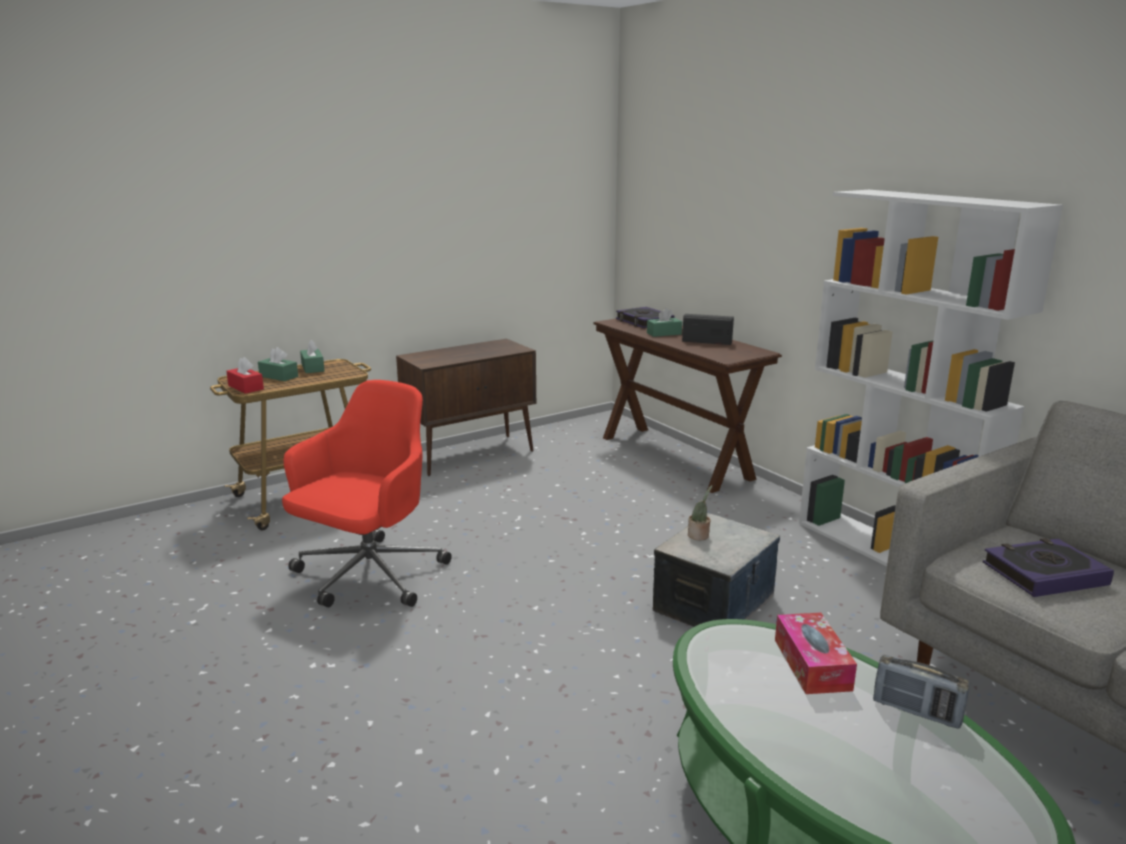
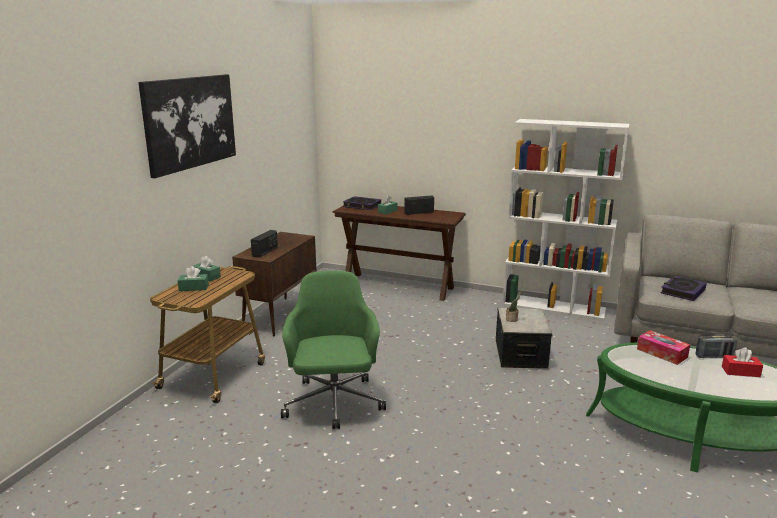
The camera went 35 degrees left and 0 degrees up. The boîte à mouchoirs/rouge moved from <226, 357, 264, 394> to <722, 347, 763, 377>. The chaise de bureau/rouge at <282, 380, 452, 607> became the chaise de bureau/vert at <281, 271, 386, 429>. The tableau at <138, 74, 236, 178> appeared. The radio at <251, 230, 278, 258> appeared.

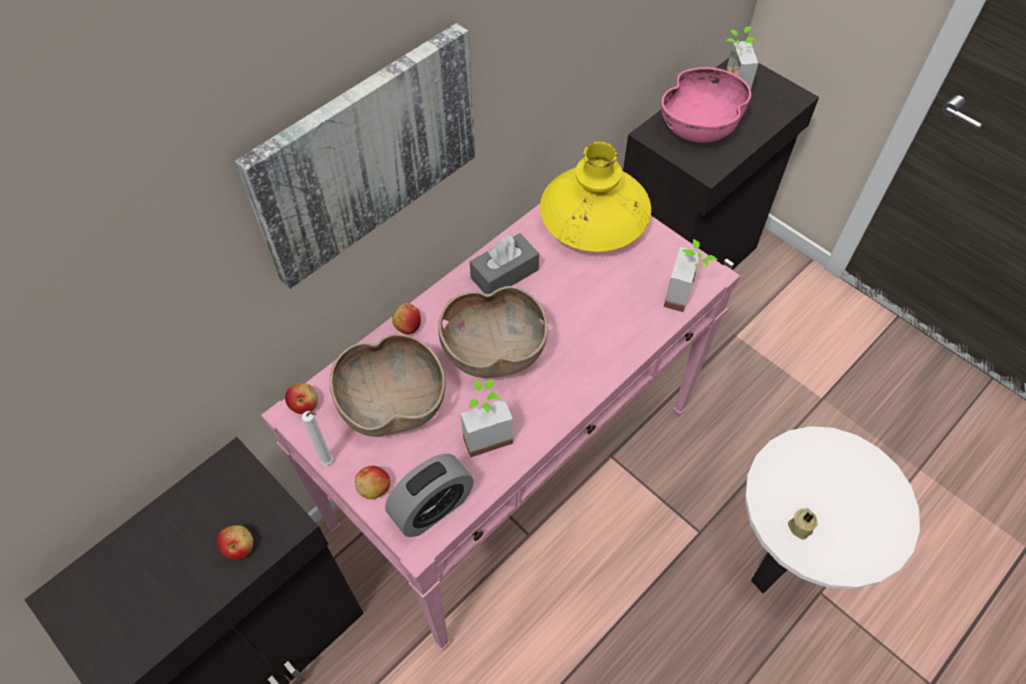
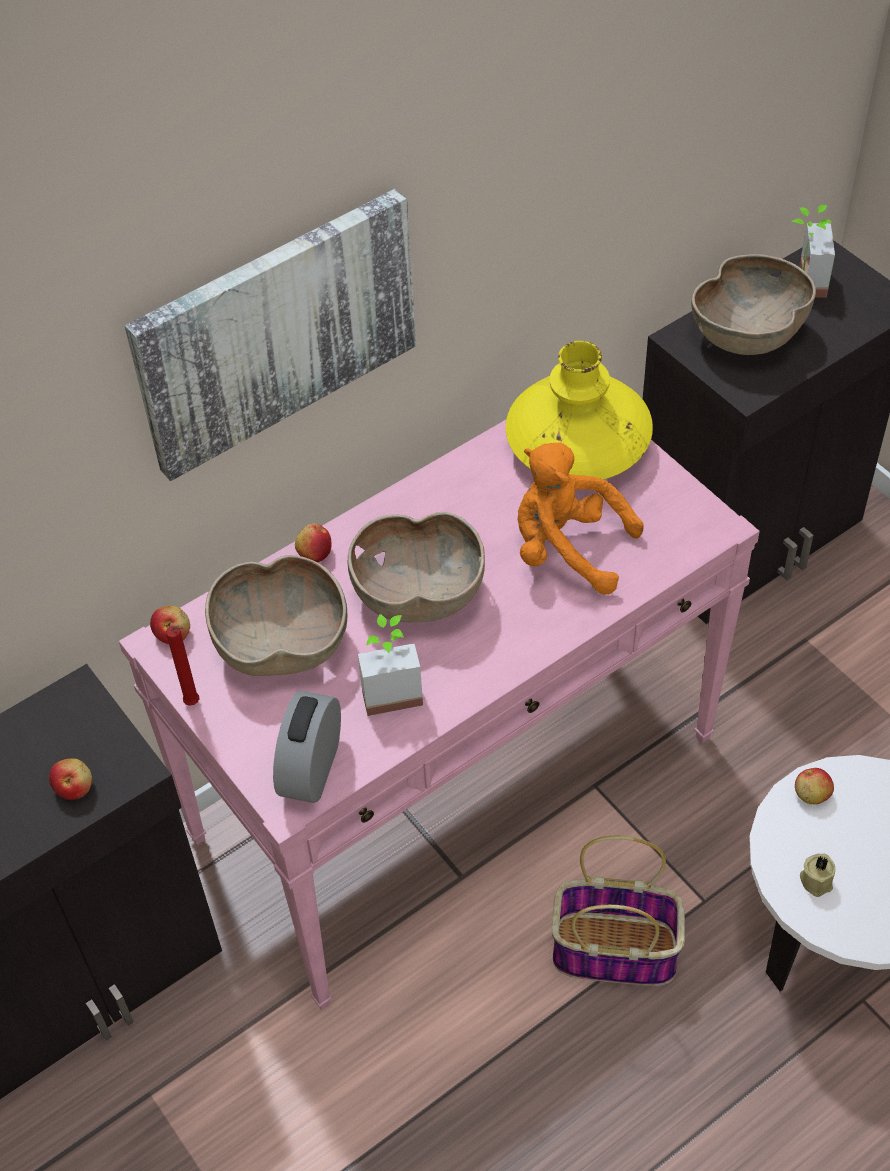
The camera went 10 degrees right and 5 degrees down. The bougie/blanc at <302, 411, 333, 465> became the bougie/rouge at <166, 625, 199, 706>. The pomme moved from <355, 466, 390, 499> to <795, 768, 834, 804>. The réveil at <385, 454, 474, 537> turned 135 degrees clockwise. The boîte à mouchoirs/gris at <470, 233, 539, 294> disappeared. The bol/rose at <661, 67, 751, 143> became the bol/marron at <691, 254, 816, 355>. The plante en pot at <664, 239, 718, 312> disappeared. The peluche/orange at <518, 443, 644, 595> appeared. The panier at <551, 836, 685, 986> appeared.

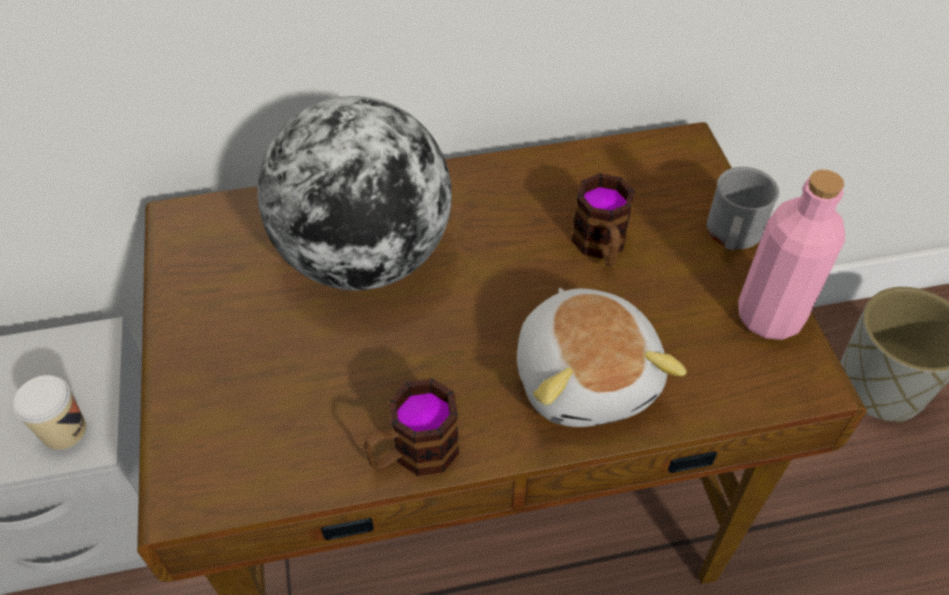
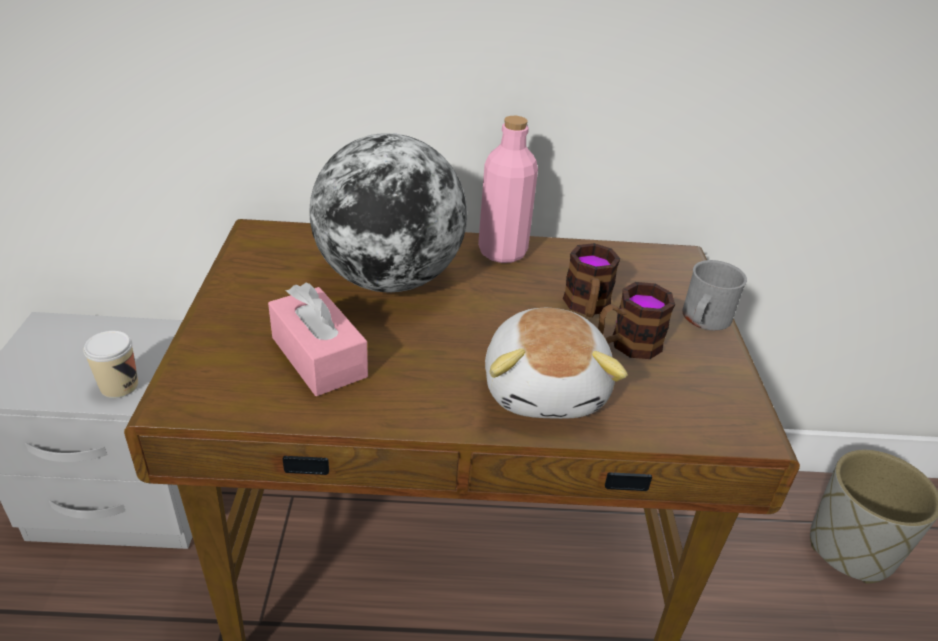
The camera went 10 degrees right and 15 degrees down. The mug moved from <364, 378, 459, 476> to <598, 282, 675, 359>. The bouteille/rose moved from <738, 169, 845, 340> to <478, 116, 538, 263>. The boîte à mouchoirs/rose at <268, 283, 368, 396> appeared.

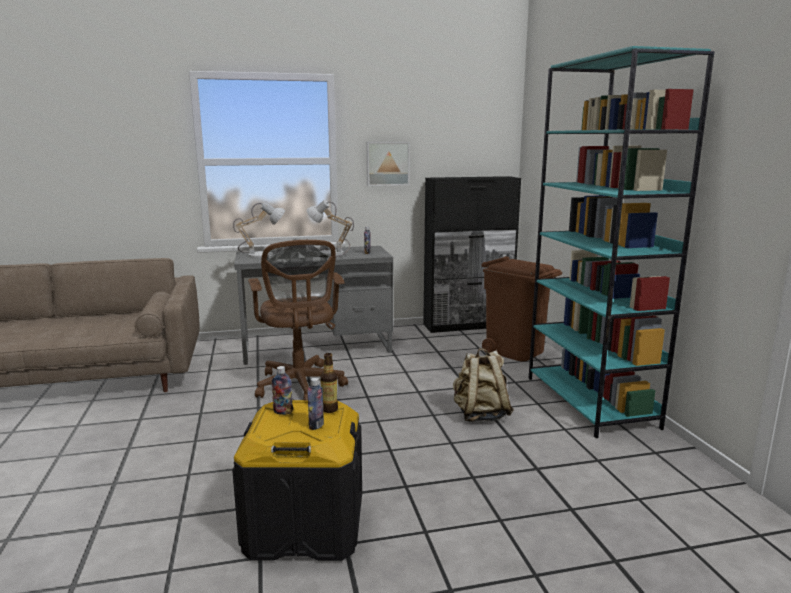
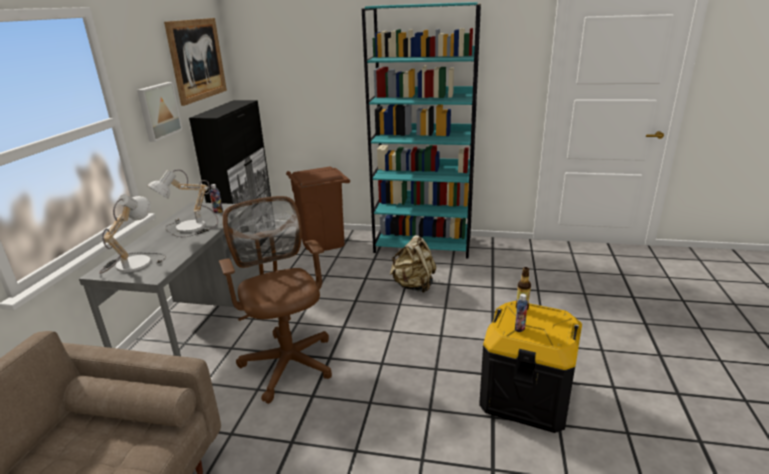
The camera went 65 degrees left and 10 degrees up. The chaise de bureau/marron at <248, 240, 348, 400> turned 120 degrees counterclockwise. The bouteille at <308, 378, 324, 430> disappeared. The tableau at <164, 18, 227, 106> appeared.

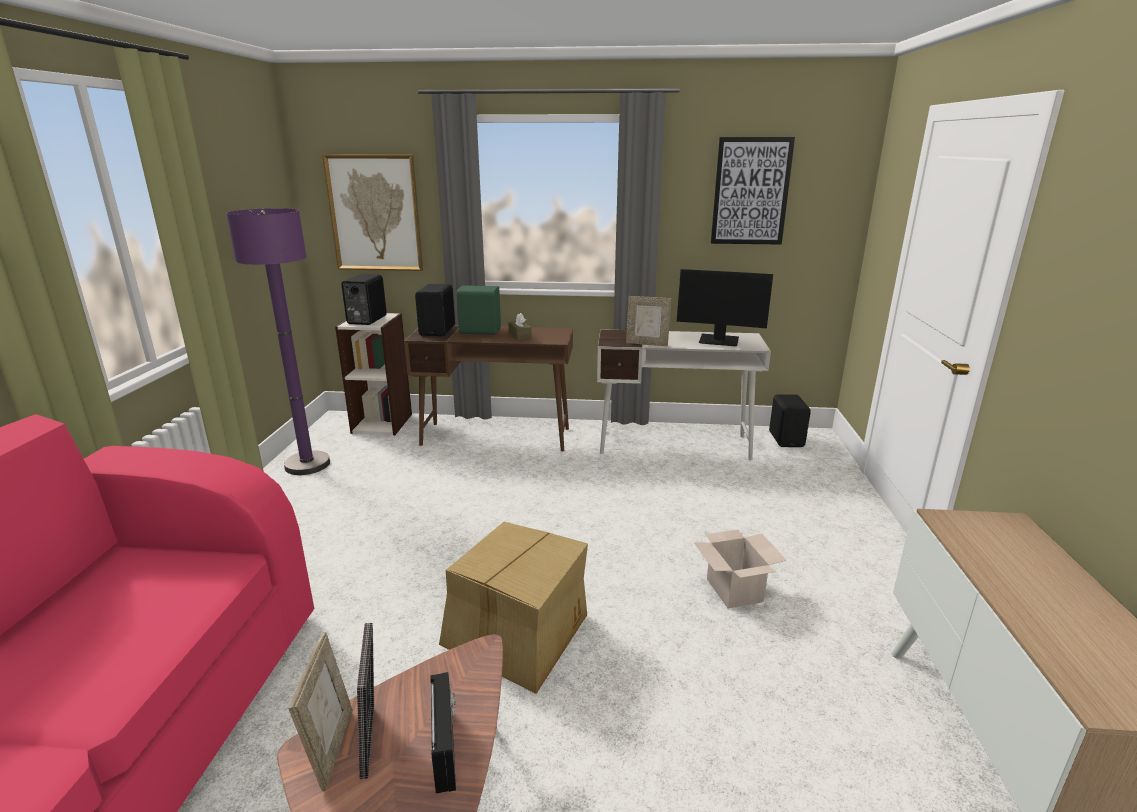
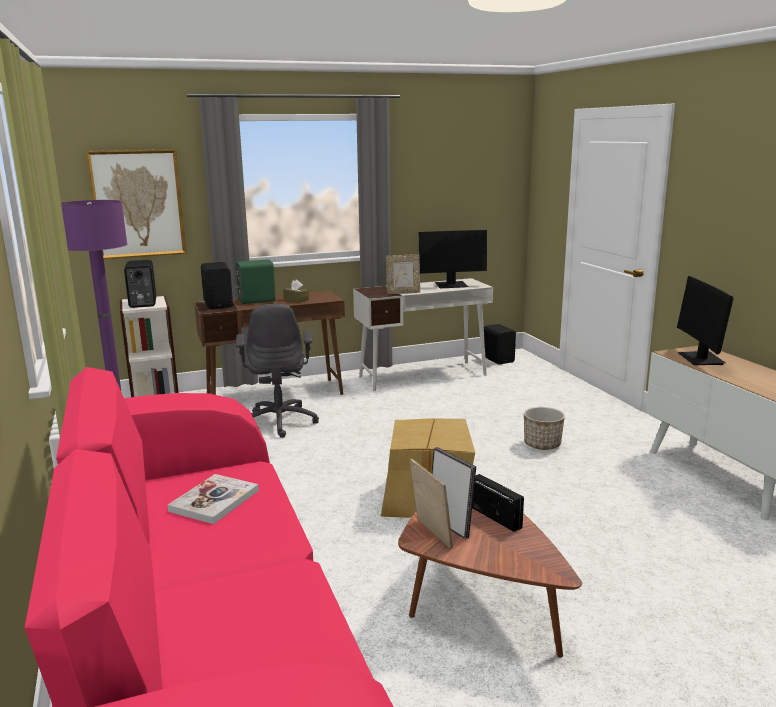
The camera went 25 degrees left and 5 degrees down. The carton at <694, 529, 787, 608> was replaced by the cache-pot at <524, 407, 565, 450>. The tableau at <711, 137, 795, 245> disappeared. The livre at <168, 474, 259, 524> appeared. The chaise de bureau/gris at <236, 304, 319, 438> appeared. The écran d'ordinateur at <677, 276, 734, 365> appeared.

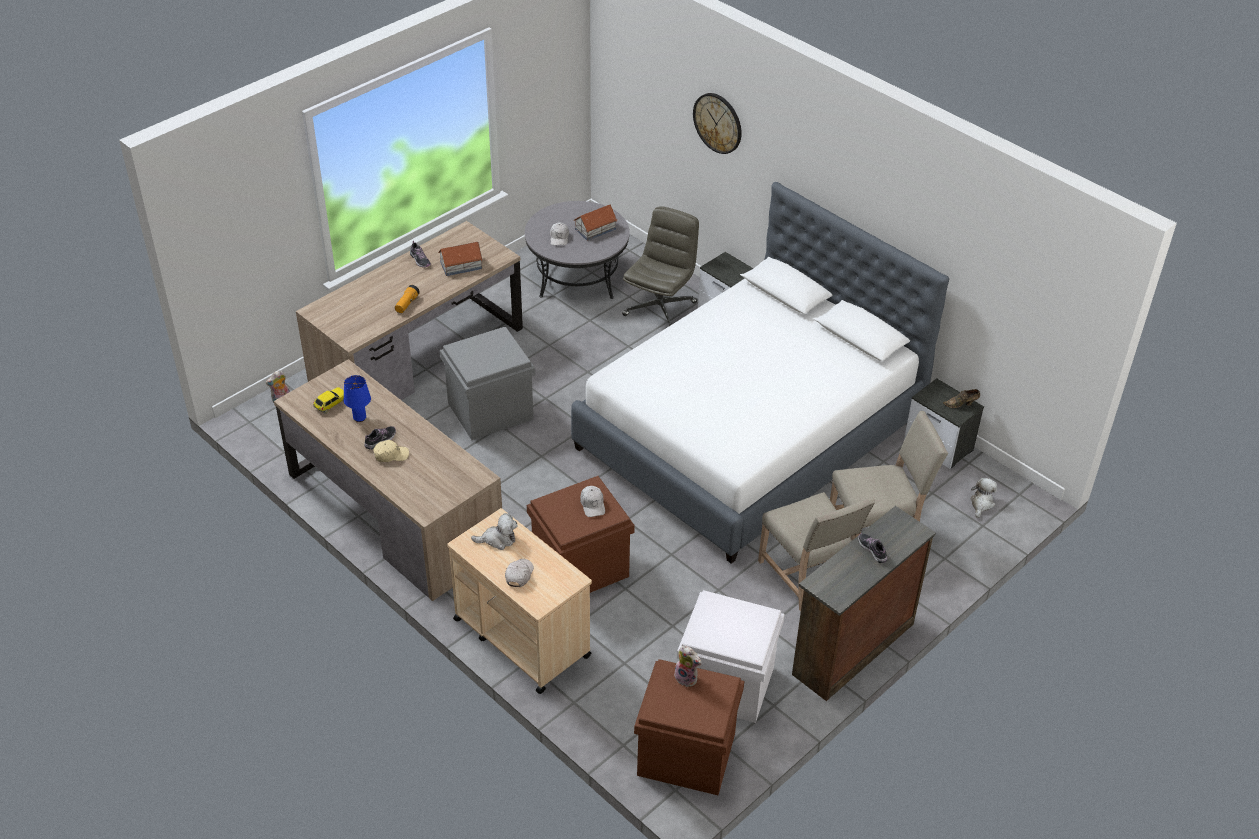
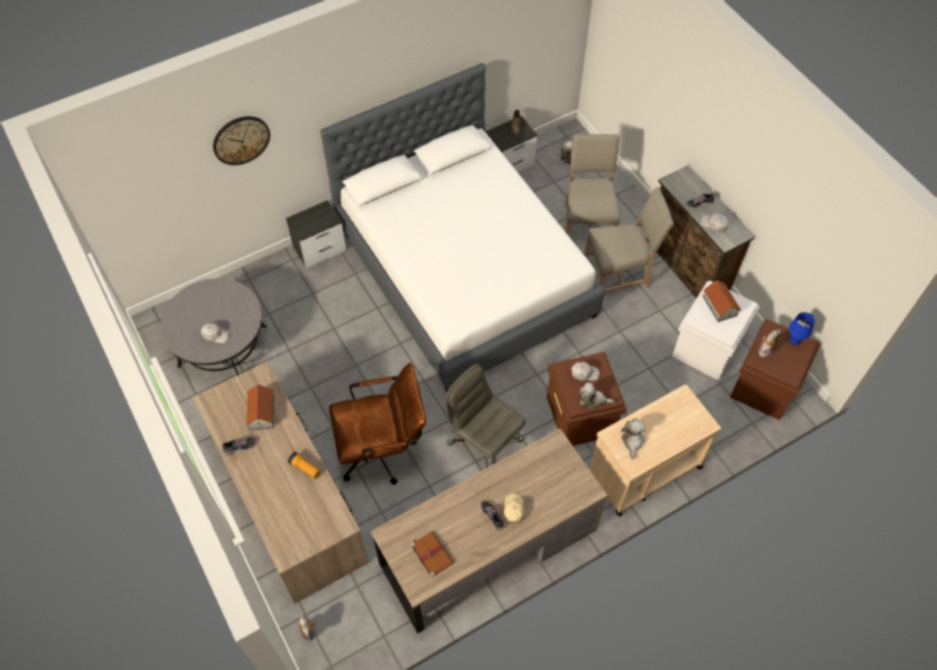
The camera went 75 degrees left and 15 degrees up. The petite voiture at <313, 387, 344, 414> was replaced by the livre/marron at <411, 531, 454, 578>. The lampe de table/bleu moved from <344, 375, 371, 422> to <789, 312, 815, 345>. The boîte de rangement/gris at <440, 326, 536, 440> was replaced by the chaise de bureau/marron at <329, 363, 426, 485>. The casquette/blanc moved from <505, 559, 534, 587> to <701, 213, 729, 232>. The maison miniature moved from <574, 205, 617, 241> to <703, 280, 741, 322>. The chaise de bureau/gris moved from <622, 206, 699, 327> to <446, 364, 526, 468>. The peluche at <579, 383, 615, 409> appeared.

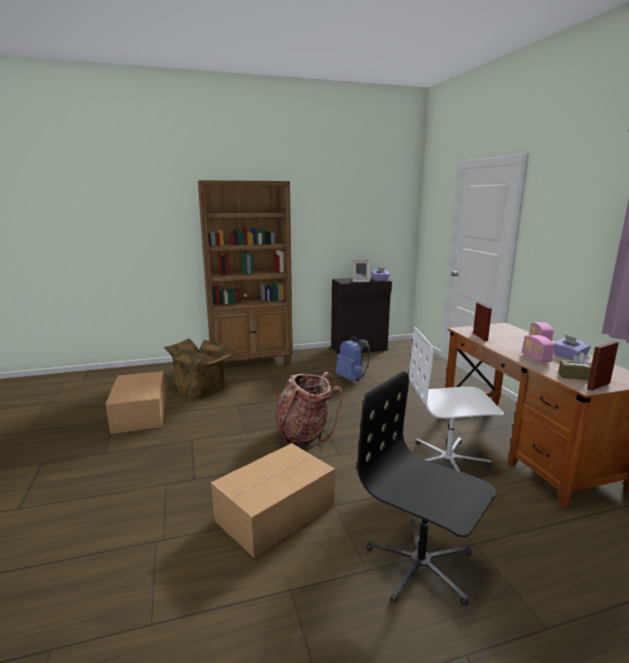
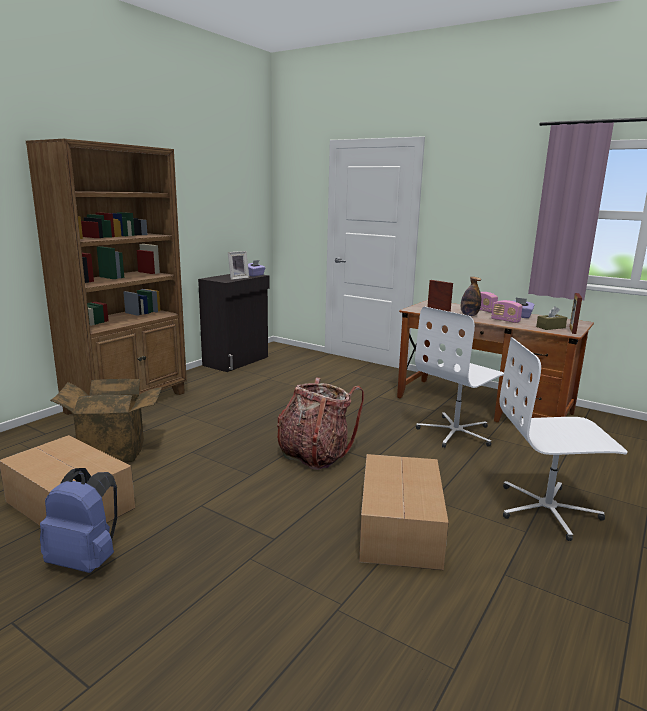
The camera went 40 degrees left and 0 degrees up. The sac à dos/bleu moved from <336, 336, 370, 381> to <40, 468, 117, 573>. The chaise de bureau/noir at <357, 371, 496, 606> became the chaise de bureau/blanc at <499, 337, 628, 541>. The bouteille at <461, 277, 481, 316> appeared.

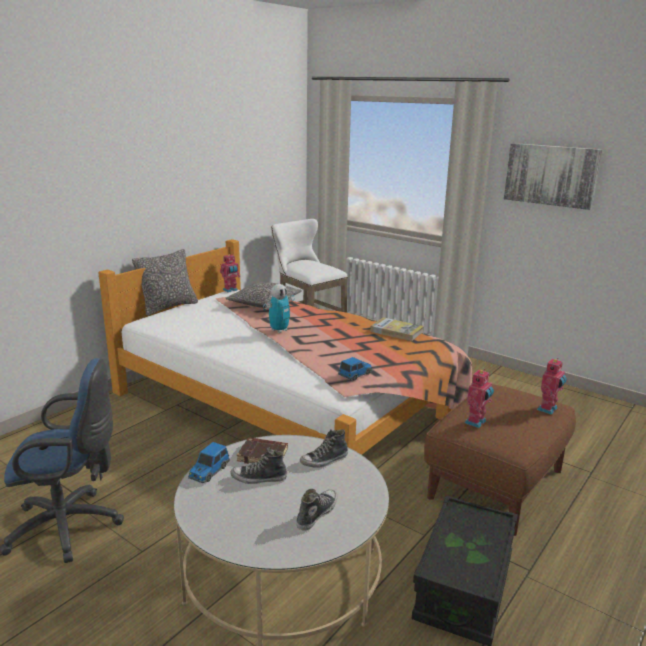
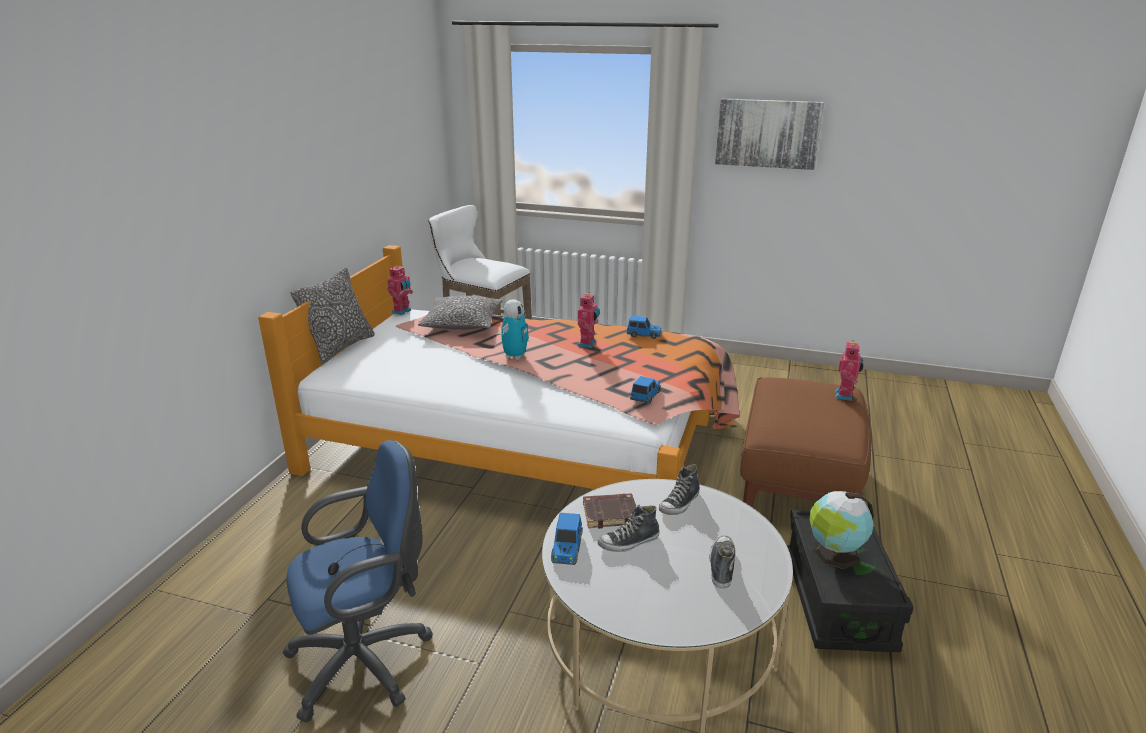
The camera went 20 degrees left and 5 degrees up. The livre at <370, 317, 424, 341> was replaced by the petite voiture at <627, 315, 662, 339>. The robot jouet moved from <465, 369, 494, 428> to <578, 292, 600, 348>. The globe at <809, 491, 874, 569> appeared.

